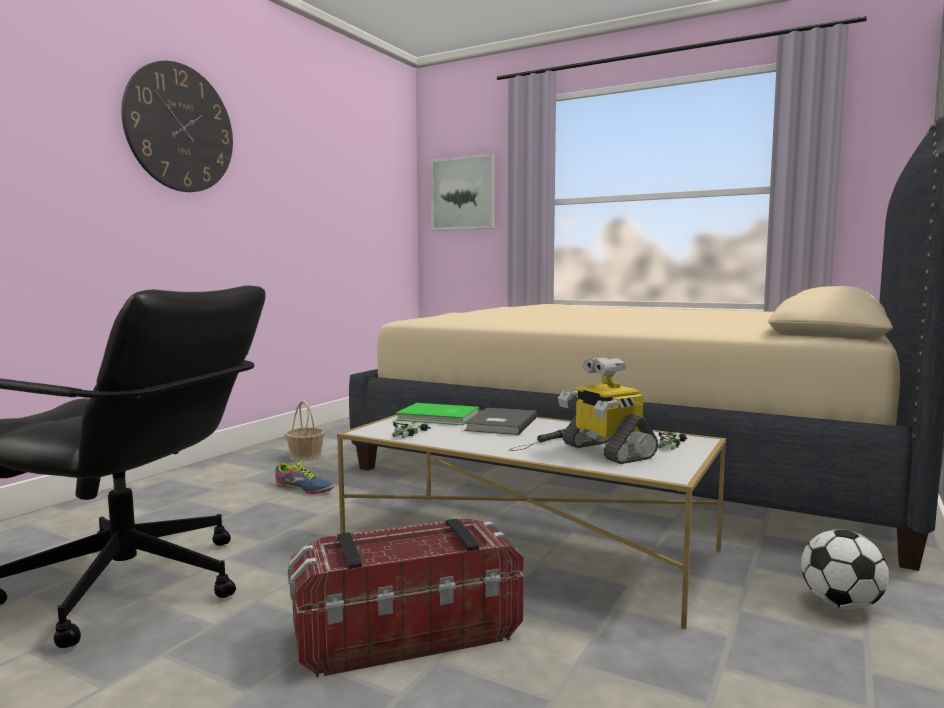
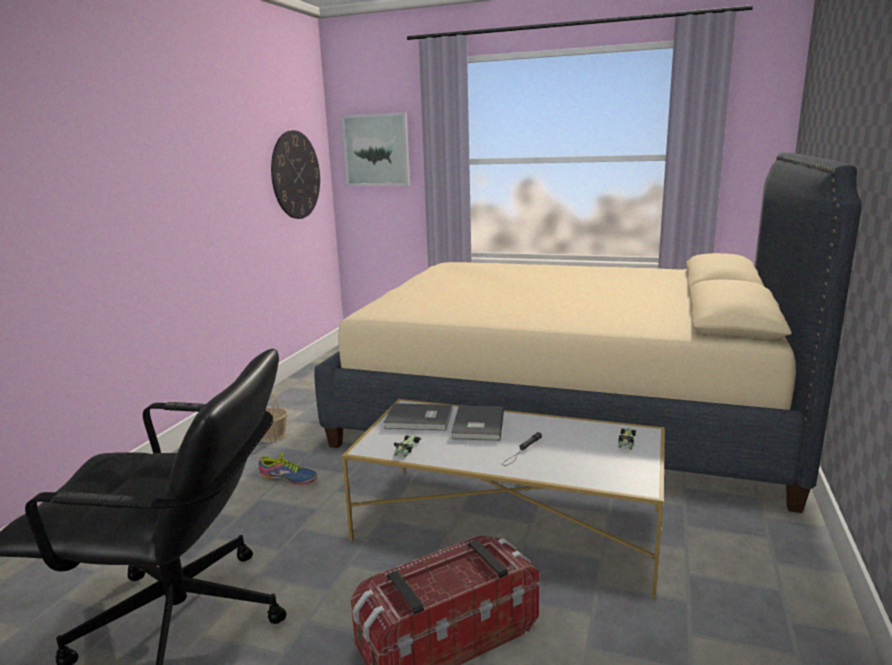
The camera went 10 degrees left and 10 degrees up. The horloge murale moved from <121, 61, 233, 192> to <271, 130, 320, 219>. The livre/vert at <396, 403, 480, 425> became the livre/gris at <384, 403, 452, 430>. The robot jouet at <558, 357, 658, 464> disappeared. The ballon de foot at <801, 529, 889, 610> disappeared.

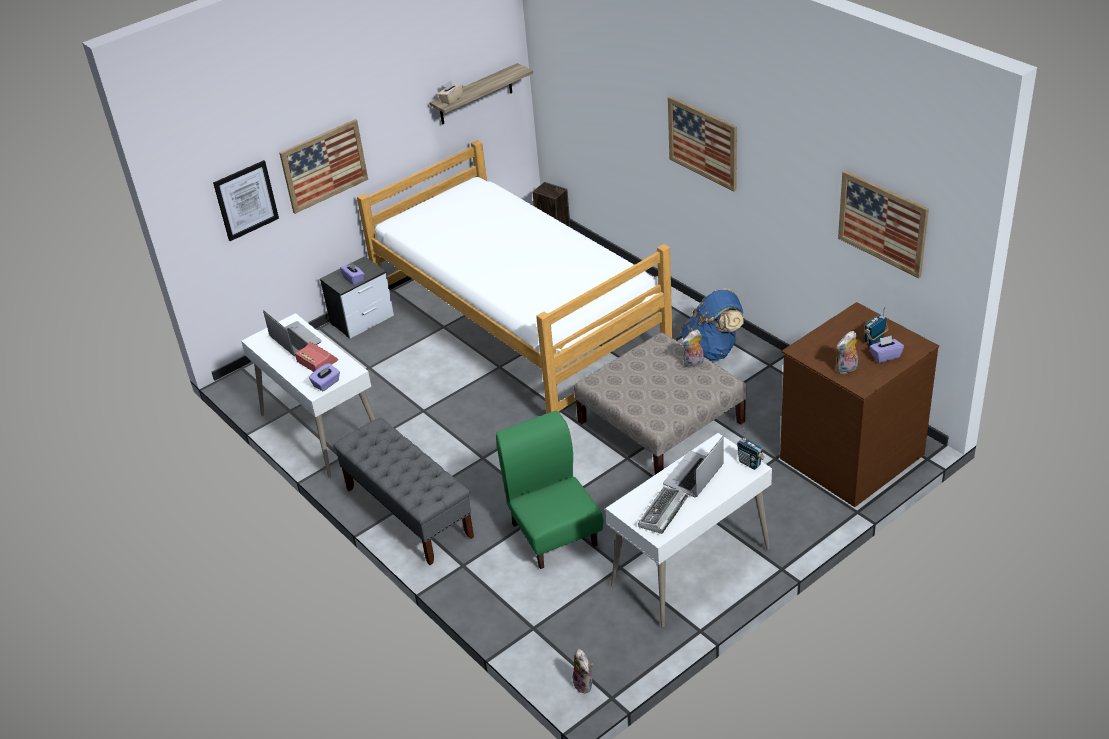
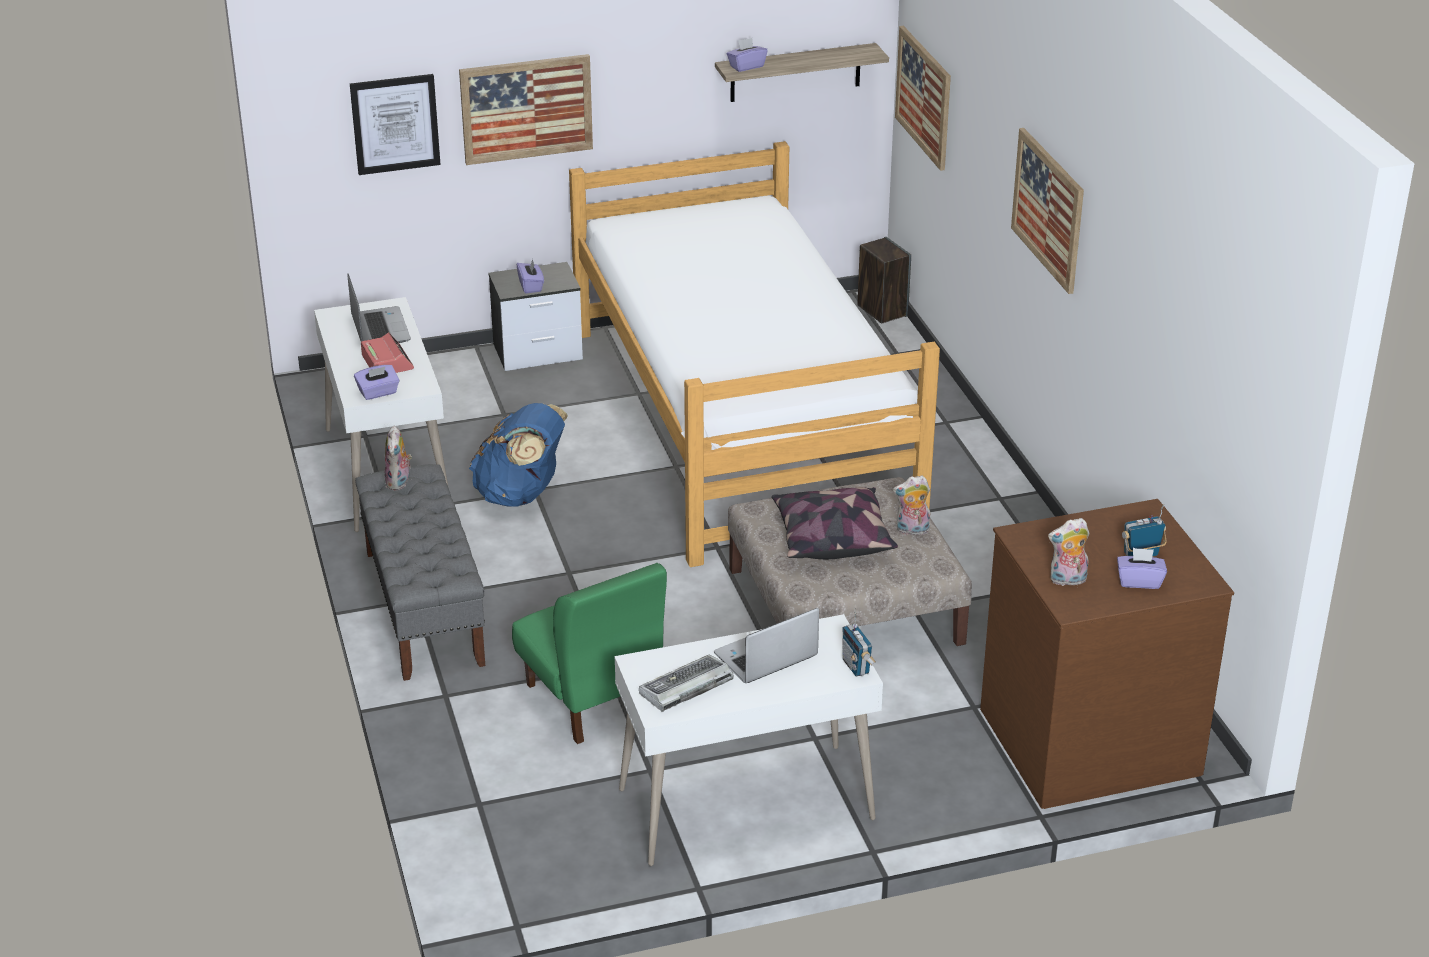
The camera went 20 degrees right and 5 degrees down. The boîte à mouchoirs/beige at <438, 81, 463, 105> became the boîte à mouchoirs/violet at <727, 38, 767, 72>. The chaise/vert at <496, 411, 603, 569> turned 150 degrees clockwise. The peluche moved from <573, 649, 594, 693> to <385, 426, 412, 490>. The sac à dos/bleu moved from <681, 288, 744, 361> to <469, 403, 568, 507>. The tableau moved from <838, 171, 929, 278> to <895, 26, 951, 171>. The coussin at <772, 487, 898, 559> appeared.

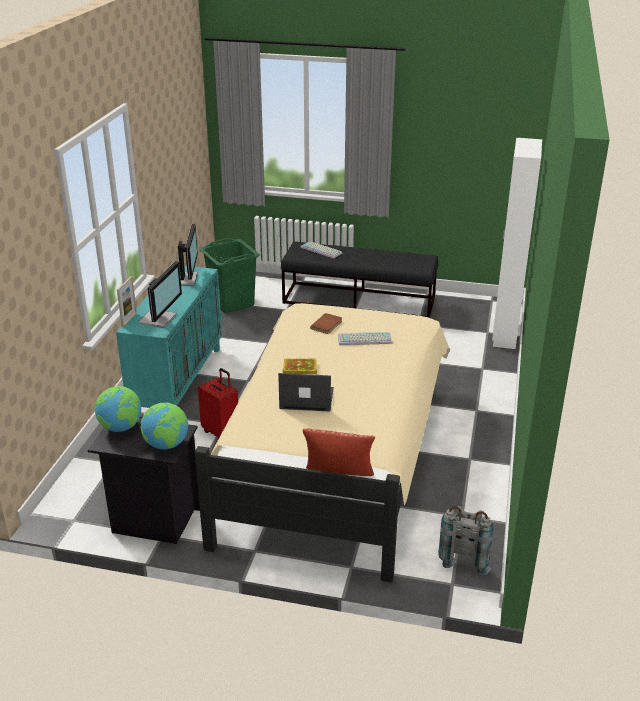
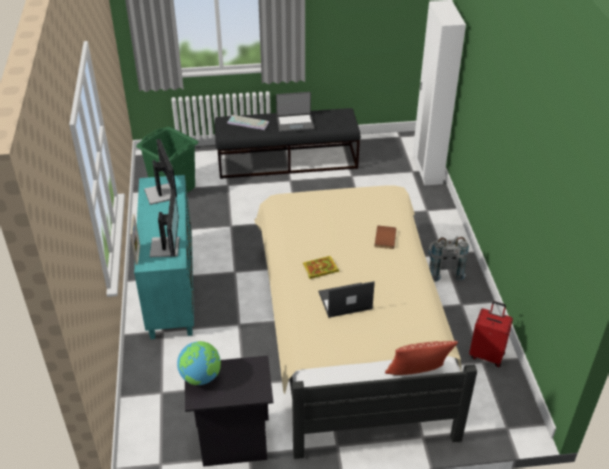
The camera went 20 degrees left and 10 degrees up. The globe at <141, 403, 188, 449> disappeared. The valise/rouge moved from <198, 368, 238, 438> to <469, 301, 513, 367>. The livre/marron moved from <310, 313, 342, 334> to <374, 226, 396, 249>. The clavier at <338, 332, 393, 345> disappeared. The sac à dos/gris moved from <438, 506, 493, 576> to <428, 236, 469, 282>. The ordinateur portable at <276, 92, 314, 132> appeared.

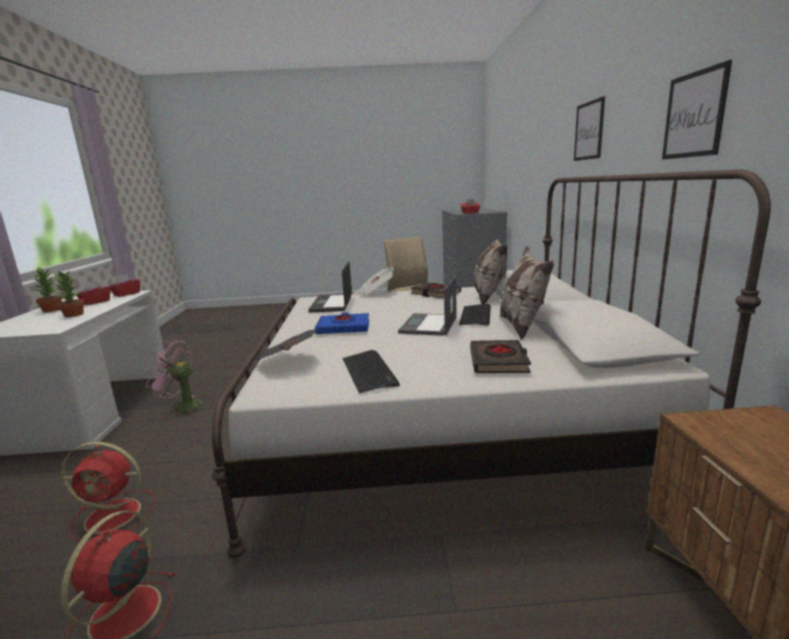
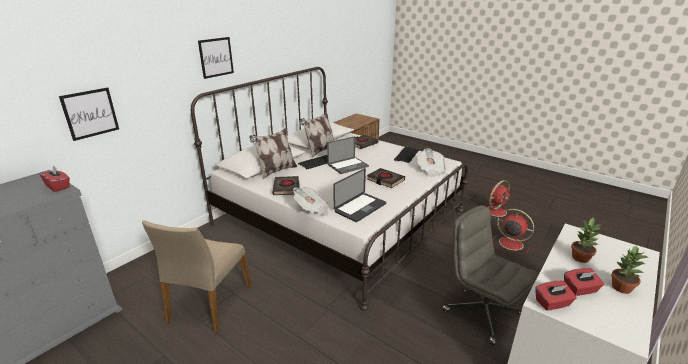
The camera went 140 degrees left and 10 degrees up. The ventilateur/rose at <145, 340, 204, 417> was replaced by the chaise de bureau/gris at <442, 205, 539, 345>. The livre/bleu at <315, 312, 369, 334> became the livre/noir at <367, 168, 405, 188>. The tableau moved from <662, 60, 732, 160> to <59, 87, 119, 141>.

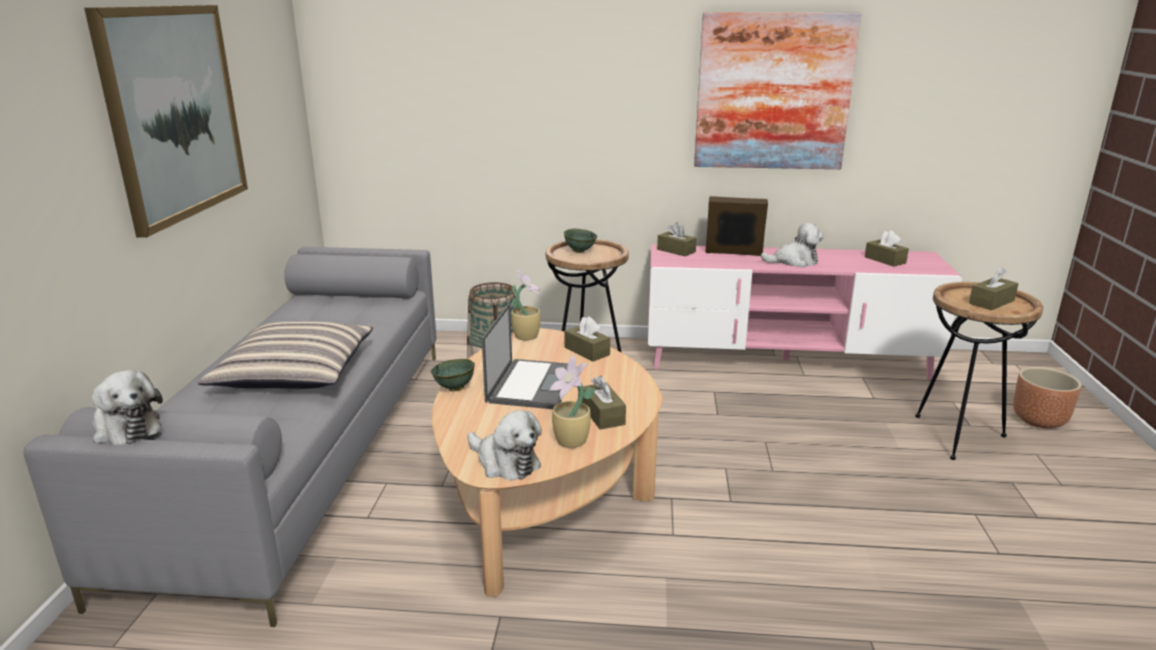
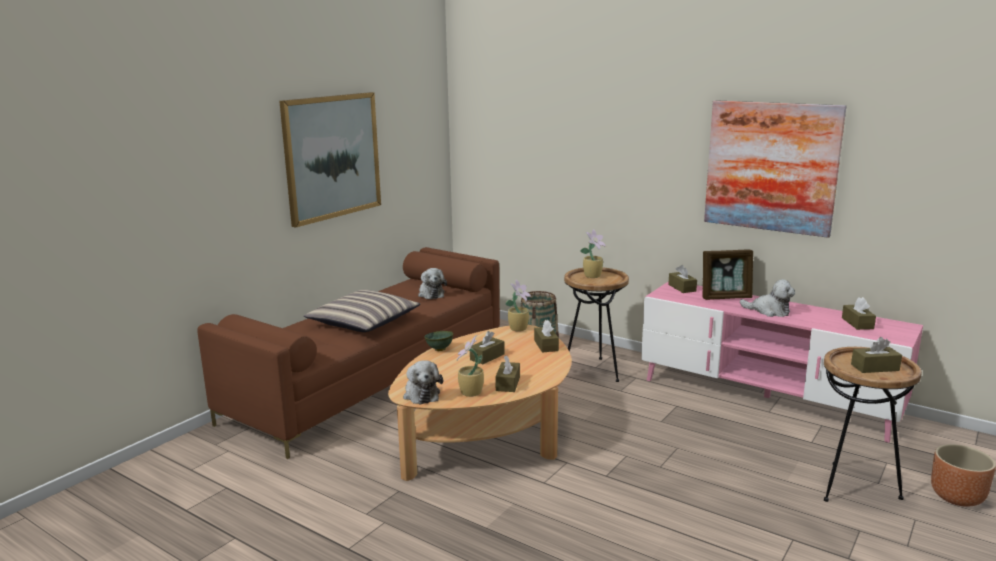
The camera went 30 degrees right and 5 degrees down. The canapé/gris at <24, 247, 436, 627> became the canapé/marron at <197, 247, 500, 459>. The peluche moved from <92, 370, 163, 445> to <418, 268, 447, 299>. The ordinateur portable at <482, 303, 568, 409> was replaced by the boîte à mouchoirs/marron at <470, 331, 505, 364>. The bol/vert at <564, 229, 597, 253> was replaced by the plante en pot at <580, 229, 606, 278>. The cadre photo at <705, 196, 768, 256> turned 135 degrees clockwise.

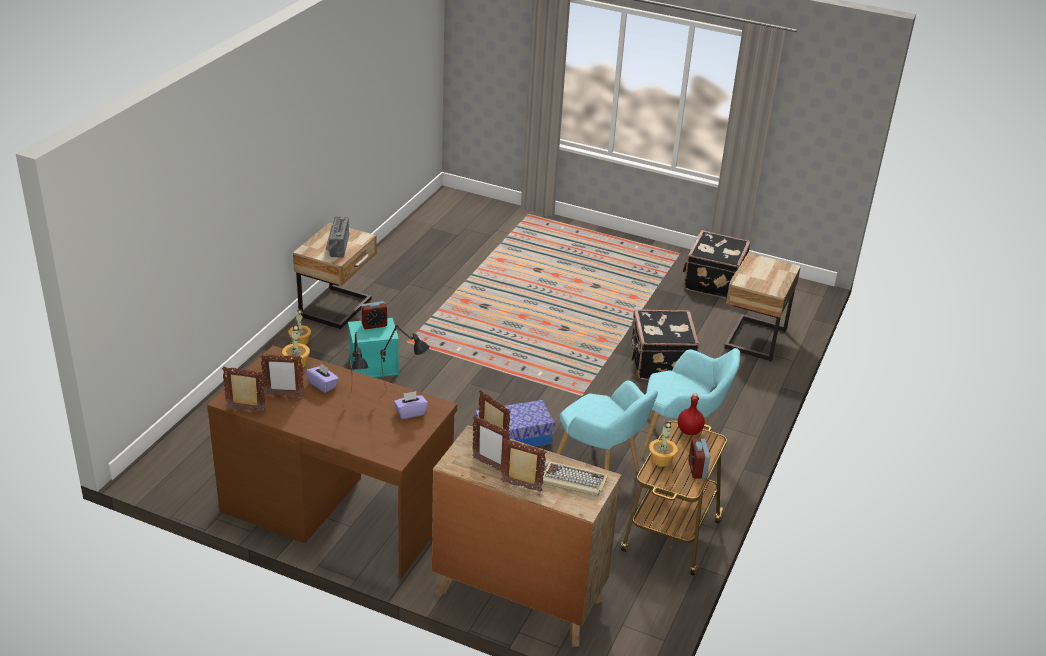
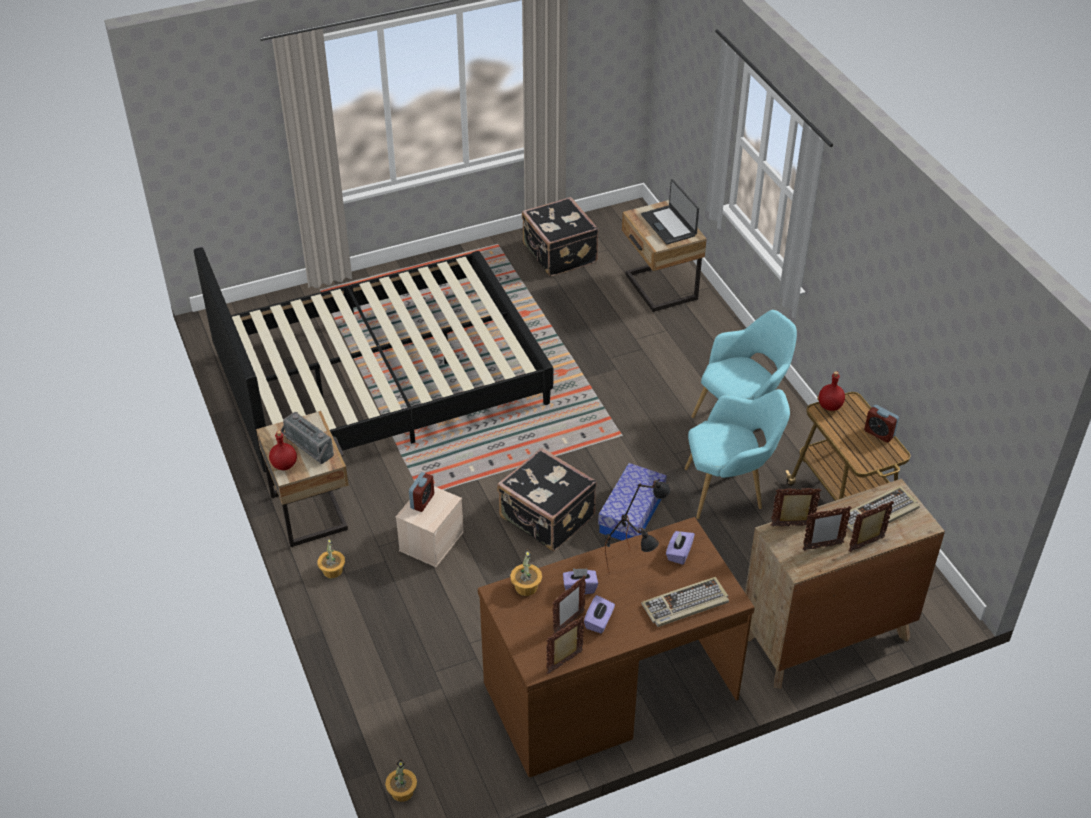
The camera went 45 degrees left and 10 degrees up. The boîte de rangement/turquoise at <348, 318, 399, 377> became the boîte de rangement/beige at <396, 486, 464, 567>. The valise/noir moved from <631, 309, 699, 380> to <497, 447, 597, 551>. The plante en pot moved from <649, 422, 677, 467> to <385, 760, 417, 802>. The lit/noir at <194, 247, 553, 486> appeared. The bouteille/rouge at <269, 430, 297, 470> appeared. The boîte à mouchoirs/violet at <584, 595, 615, 633> appeared. The ordinateur portable at <641, 179, 699, 245> appeared. The clavier at <641, 577, 729, 627> appeared.

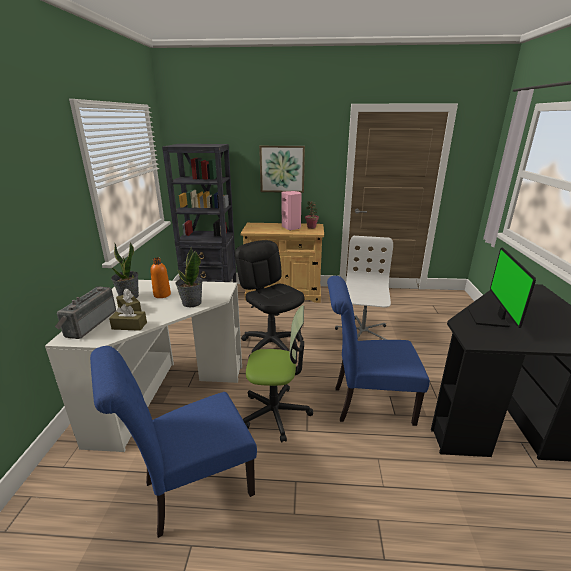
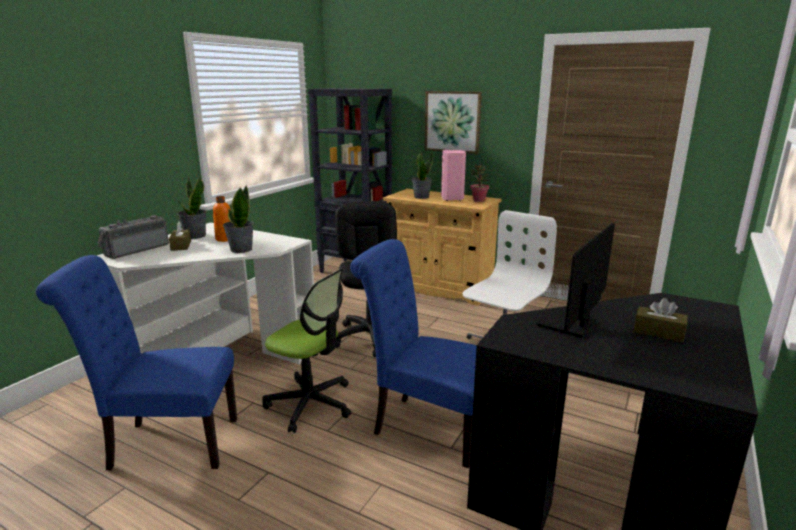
The camera went 25 degrees right and 5 degrees down. The boîte à mouchoirs/marron moved from <109, 304, 147, 331> to <634, 298, 688, 342>. The plante en pot at <411, 152, 433, 199> appeared.

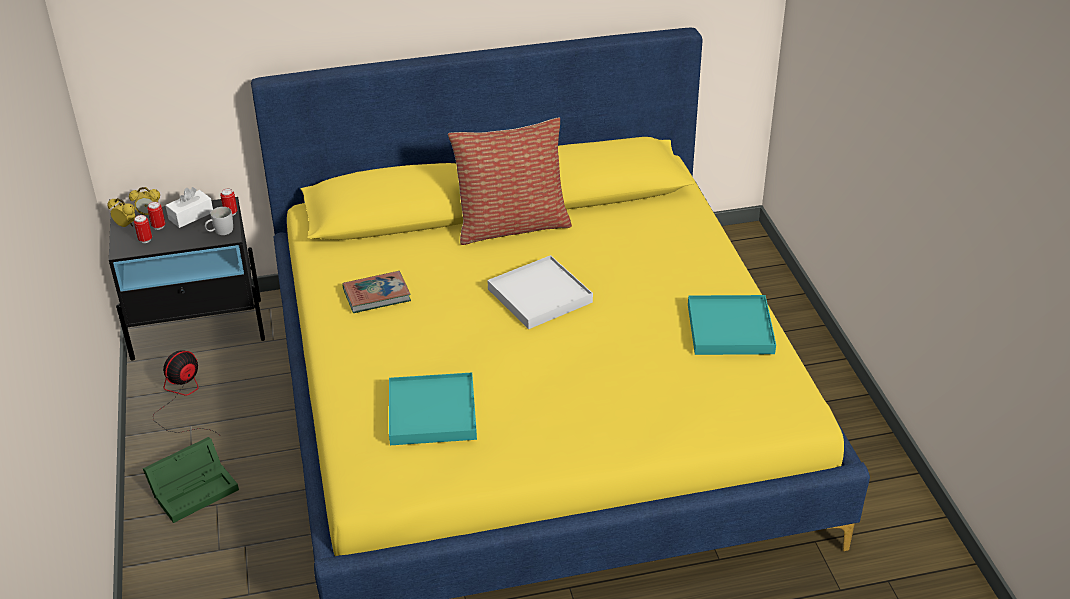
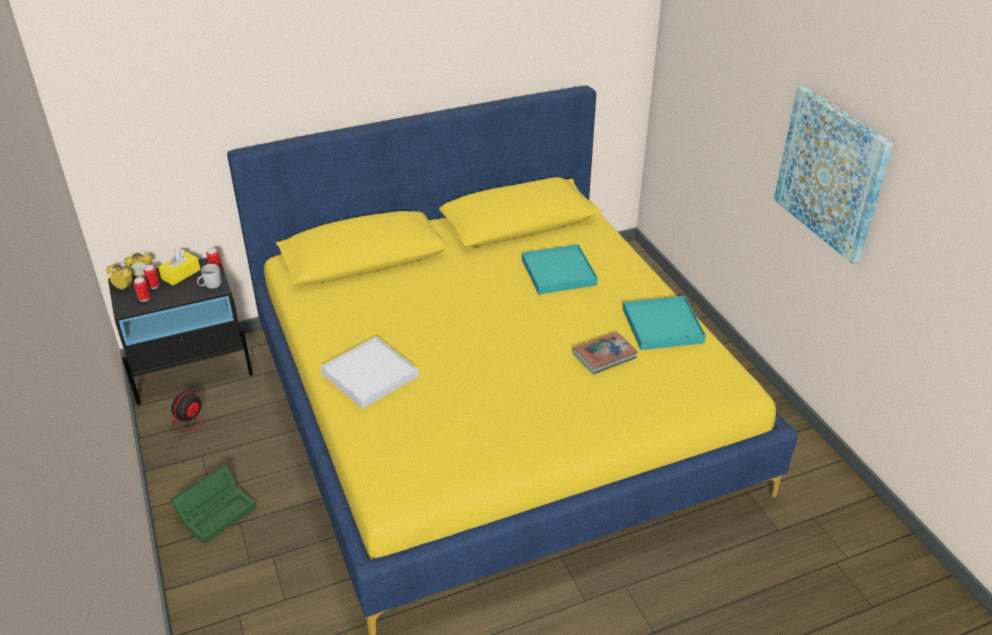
The camera went 10 degrees left and 0 degrees up. The boîte à mouchoirs/blanc at <165, 187, 213, 228> became the boîte à mouchoirs/jaune at <158, 249, 201, 285>. The livre moved from <342, 271, 411, 313> to <572, 332, 638, 374>. The plateau/turquoise moved from <389, 372, 477, 445> to <522, 244, 598, 294>. The coussin at <448, 118, 572, 245> disappeared. The plateau/blanc moved from <487, 255, 593, 329> to <321, 336, 419, 409>. The tableau at <774, 86, 894, 264> appeared.

